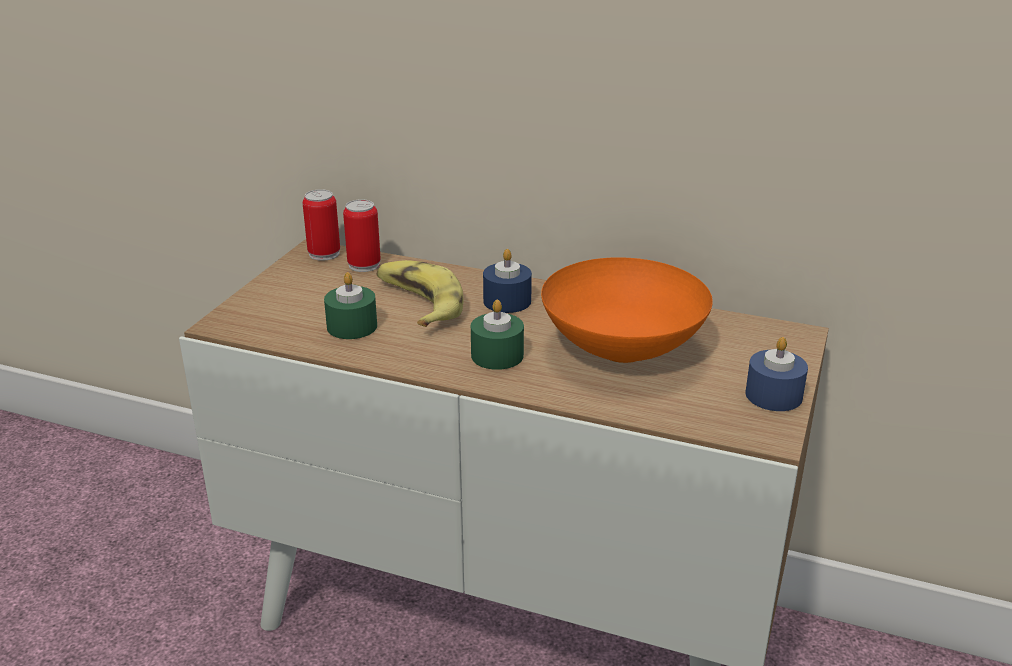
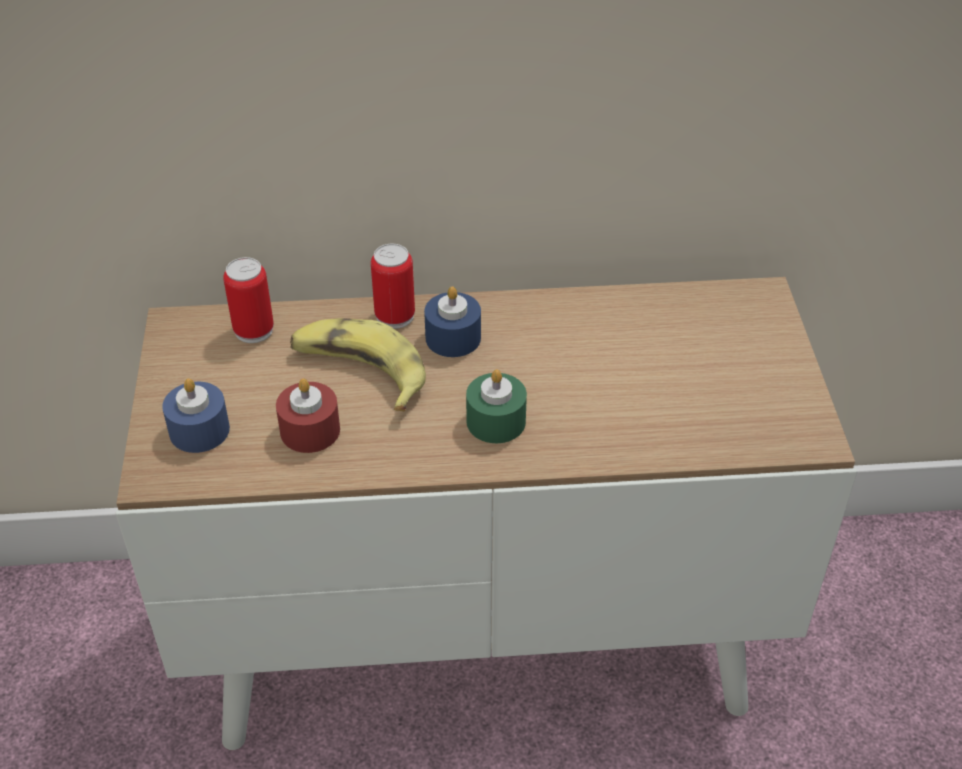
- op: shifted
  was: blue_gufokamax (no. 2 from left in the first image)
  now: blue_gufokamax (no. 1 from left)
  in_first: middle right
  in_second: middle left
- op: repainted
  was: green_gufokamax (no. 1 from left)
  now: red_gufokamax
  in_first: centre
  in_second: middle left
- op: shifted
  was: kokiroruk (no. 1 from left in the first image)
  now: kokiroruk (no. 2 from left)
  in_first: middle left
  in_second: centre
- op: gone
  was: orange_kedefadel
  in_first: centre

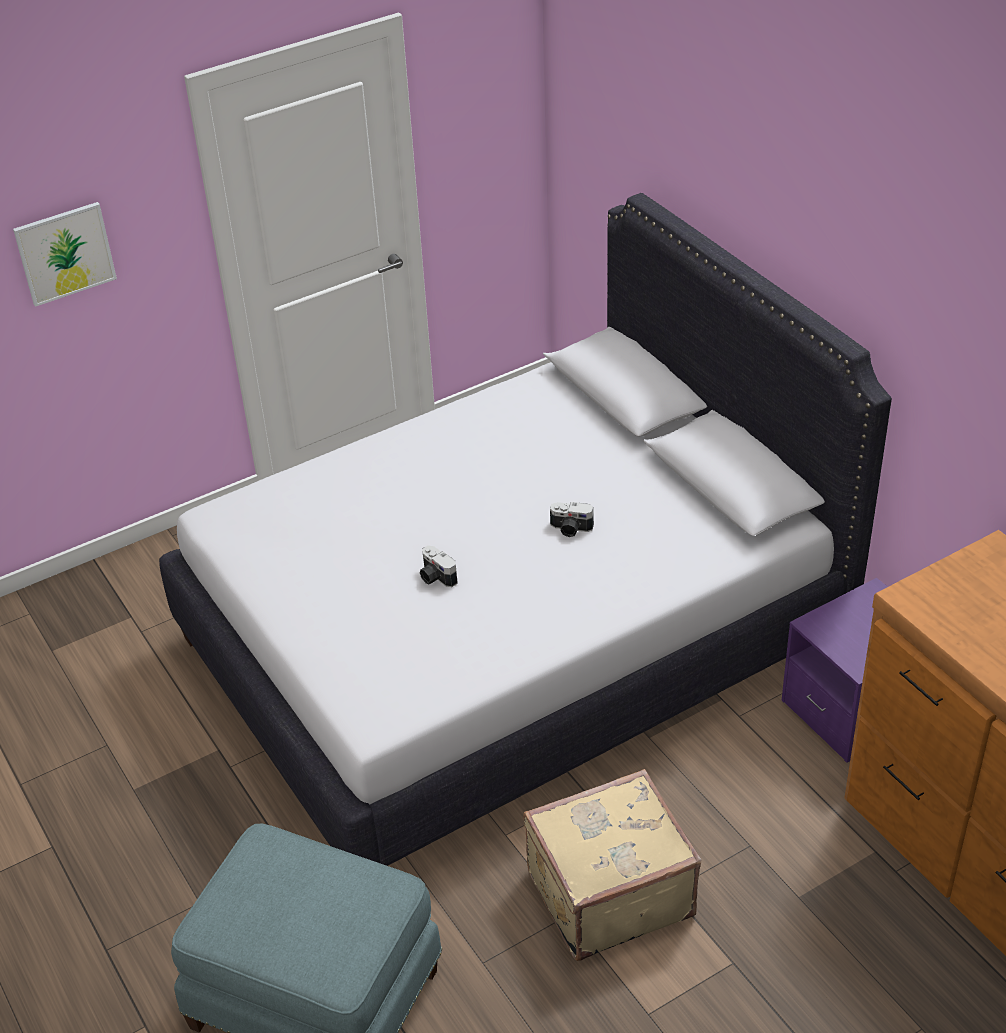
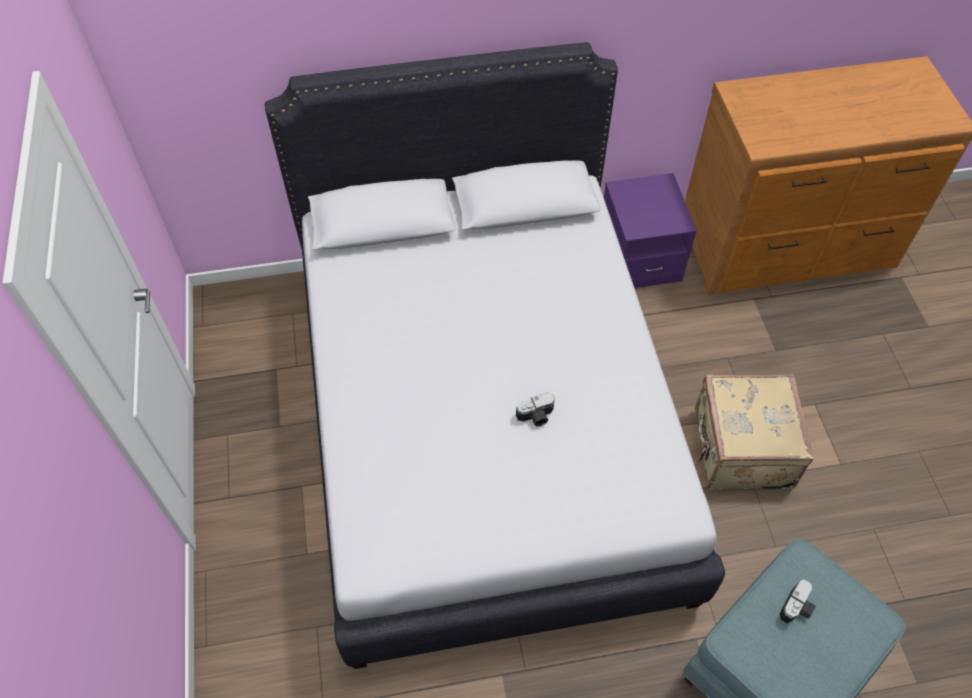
- op: shifted
  was: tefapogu (no. 2 from left)
  in_first: centre
  in_second: bottom right
- op: gone
  was: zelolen
  in_first: top left

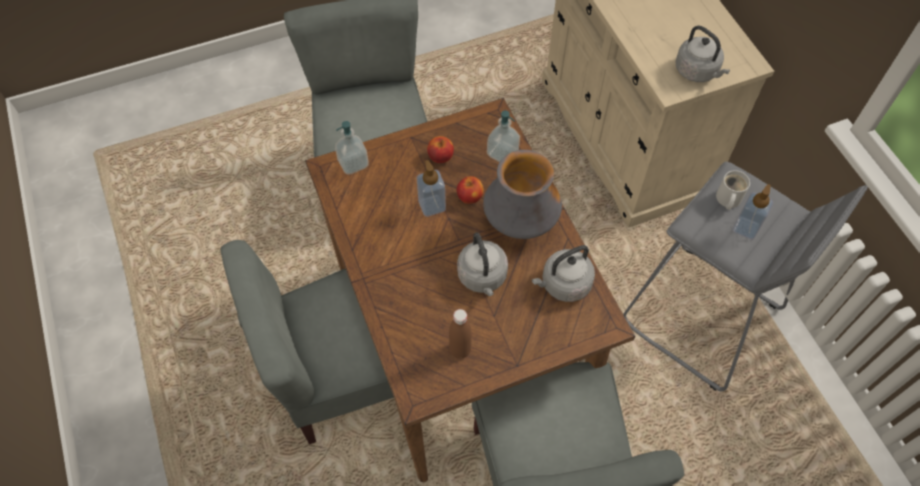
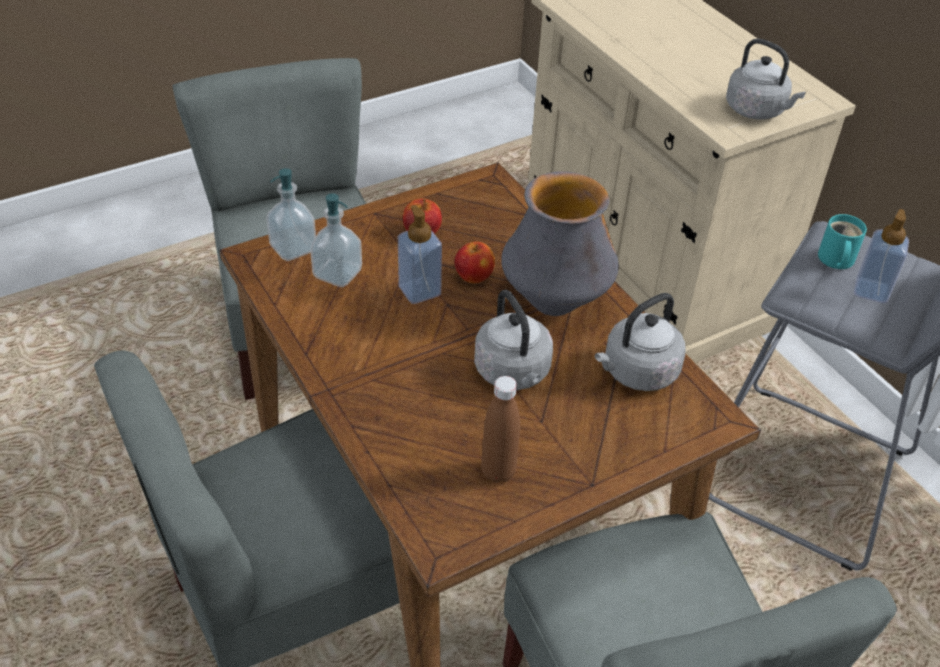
- op: shifted
  was: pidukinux (no. 3 from left in the first image)
  now: pidukinux (no. 2 from left)
  in_first: top centre
  in_second: centre
- op: repainted
  was: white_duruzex
  now: turquoise_duruzex
  in_first: middle right
  in_second: middle right

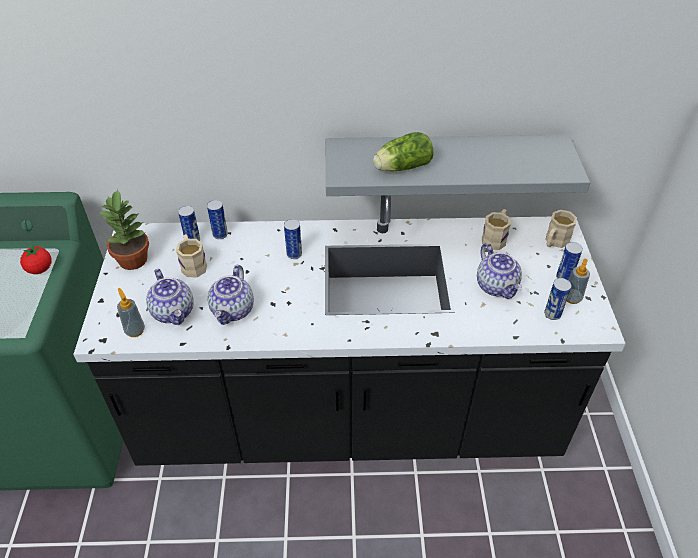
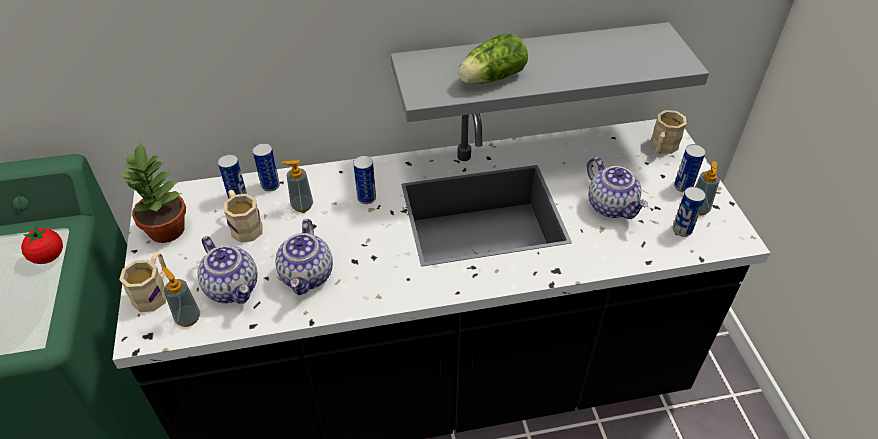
- op: shifted
  was: beige_duruzex (no. 2 from left in the first image)
  now: beige_duruzex (no. 1 from left)
  in_first: middle right
  in_second: middle left
- op: new
  now: pidukinux (no. 2 from left)
  in_second: centre

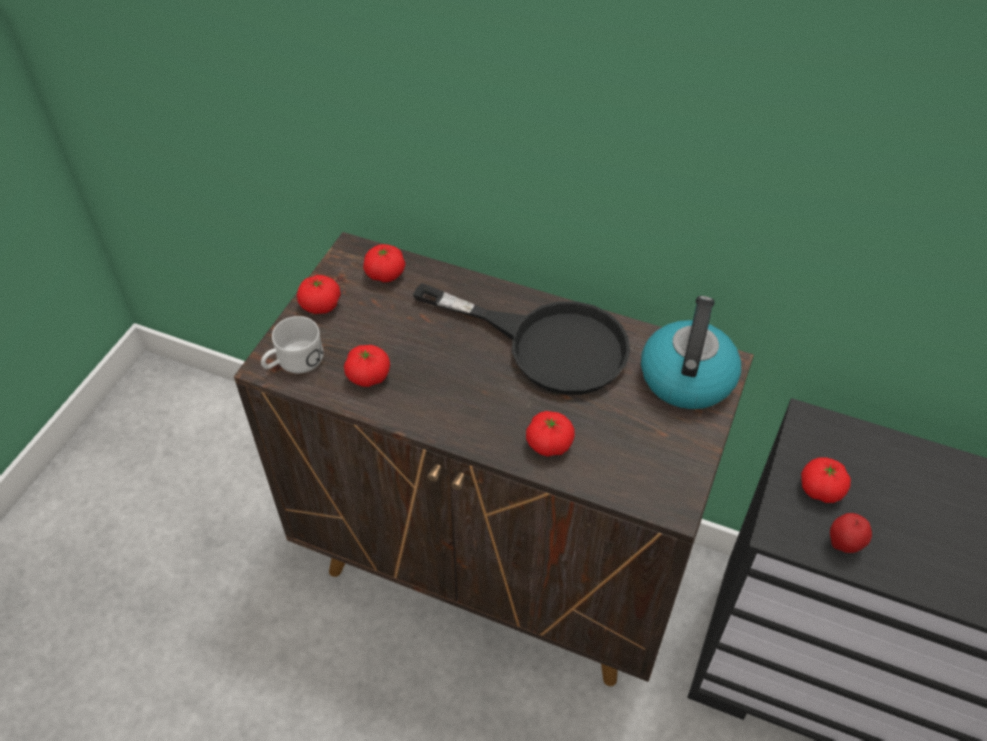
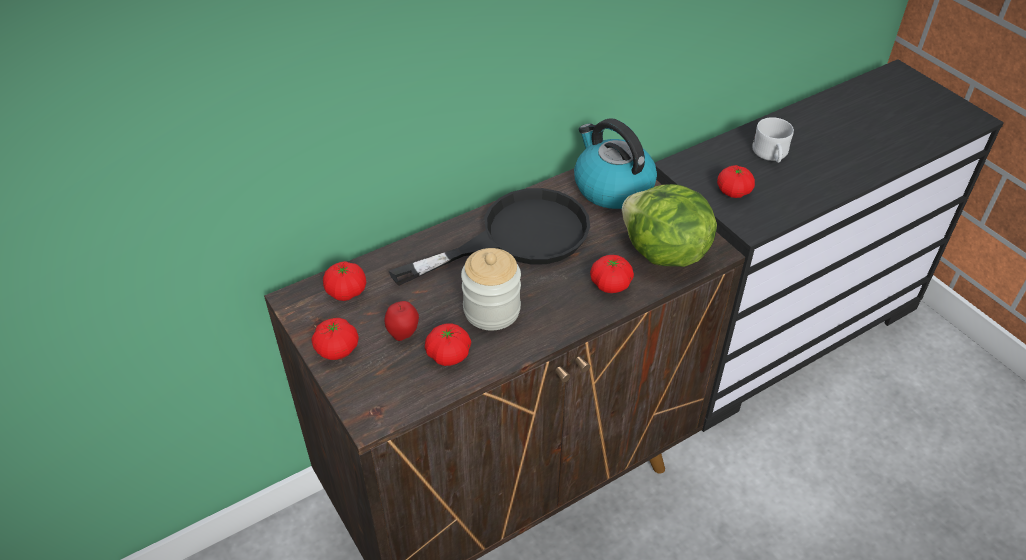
- op: shifted
  was: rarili
  in_first: bottom right
  in_second: centre
- op: new
  now: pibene
  in_second: centre
- op: new
  now: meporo
  in_second: centre
- op: shifted
  was: white_duruzex
  in_first: middle left
  in_second: top right

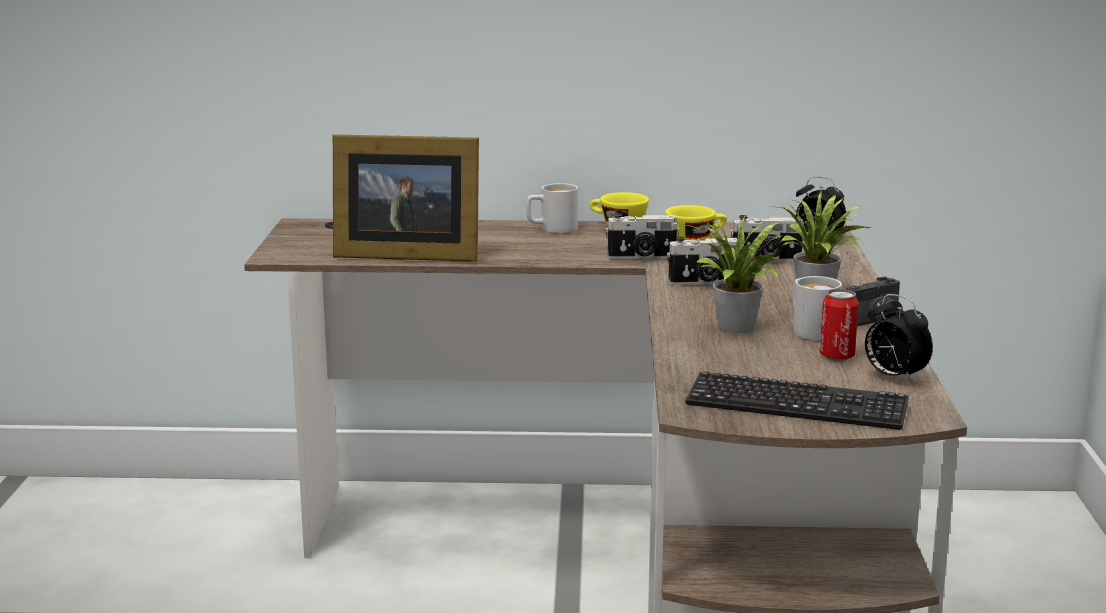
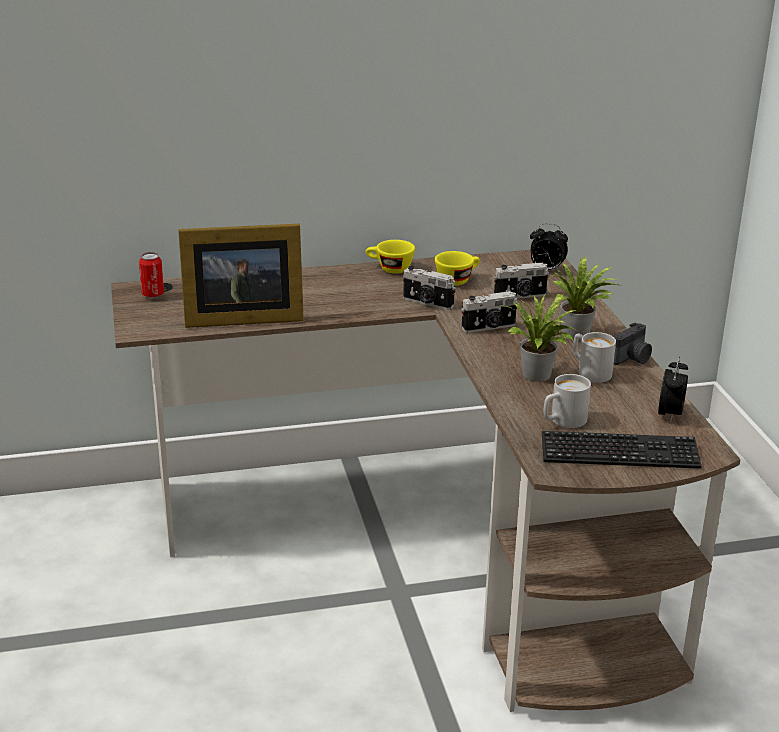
- op: shifted
  was: kokiroruk
  in_first: middle right
  in_second: middle left
- op: rotated
  was: tefapogu (no. 1 from left)
  in_first: centre
  in_second: centre
  clockwise: 45
- op: shifted
  was: white_duruzex (no. 1 from left)
  in_first: centre
  in_second: middle right
- op: rotated
  was: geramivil (no. 2 from left)
  in_first: middle right
  in_second: middle right
  clockwise: -105

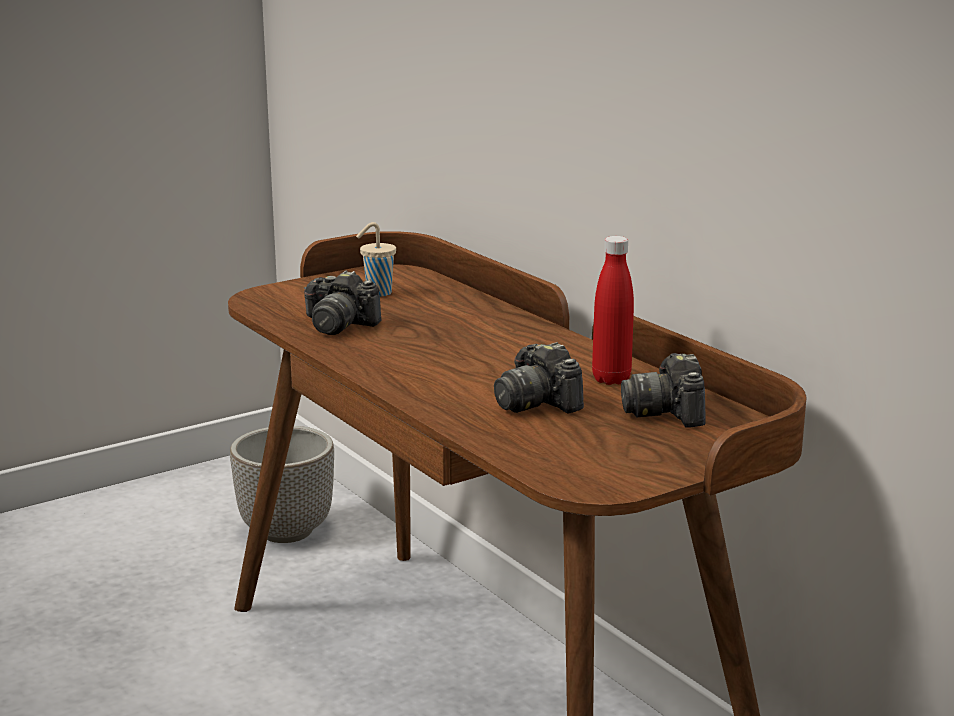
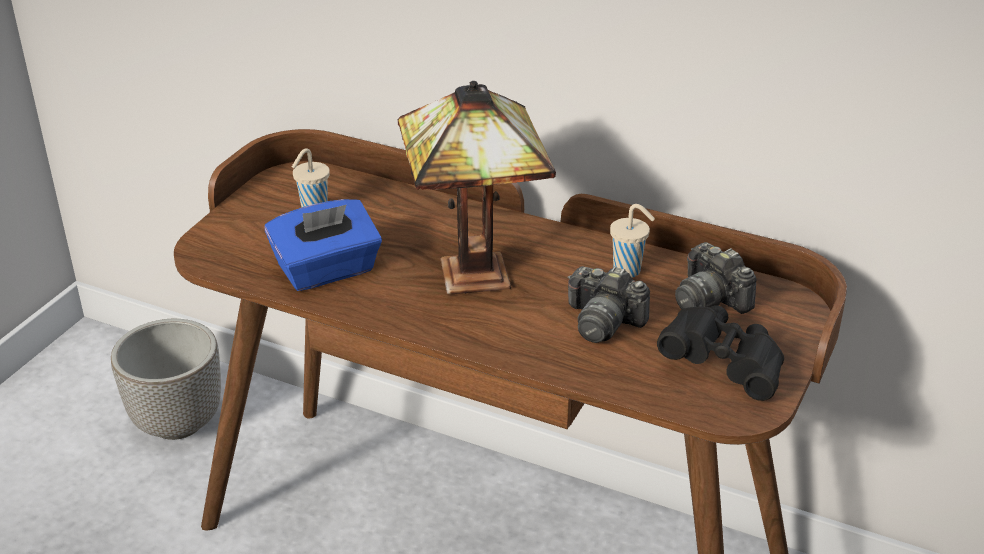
- op: swapped
  was: tefapogu (no. 1 from left)
  now: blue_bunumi
  in_first: centre
  in_second: middle left
- op: new
  now: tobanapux
  in_second: centre
- op: swapped
  was: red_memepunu
  now: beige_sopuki (no. 2 from left)
  in_first: centre
  in_second: centre
- op: new
  now: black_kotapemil
  in_second: middle right

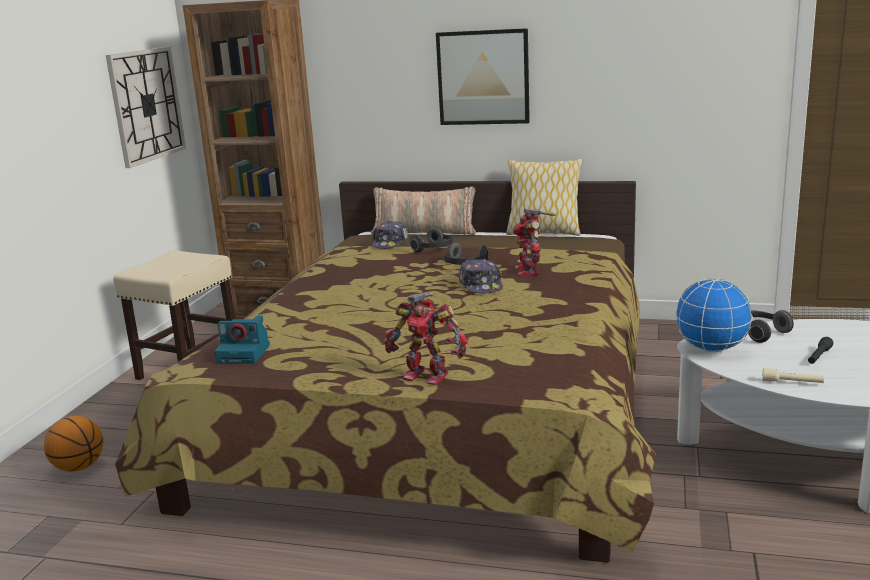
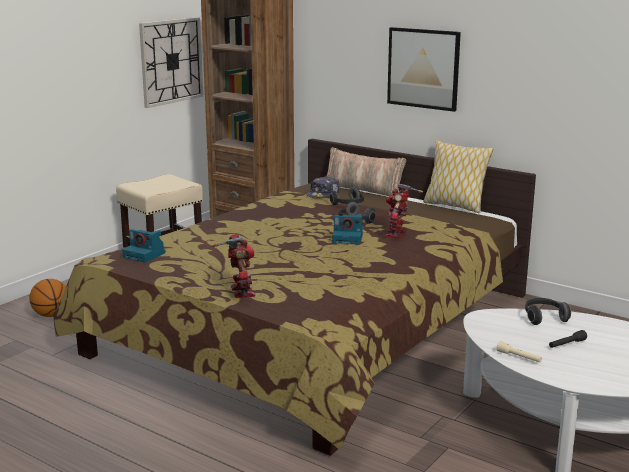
- op: rotated
  was: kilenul (no. 1 from left)
  in_first: centre
  in_second: centre
  clockwise: -150
- op: swapped
  was: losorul (no. 2 from left)
  now: tefapogu (no. 2 from left)
  in_first: centre
  in_second: centre
- op: gone
  was: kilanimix
  in_first: middle right

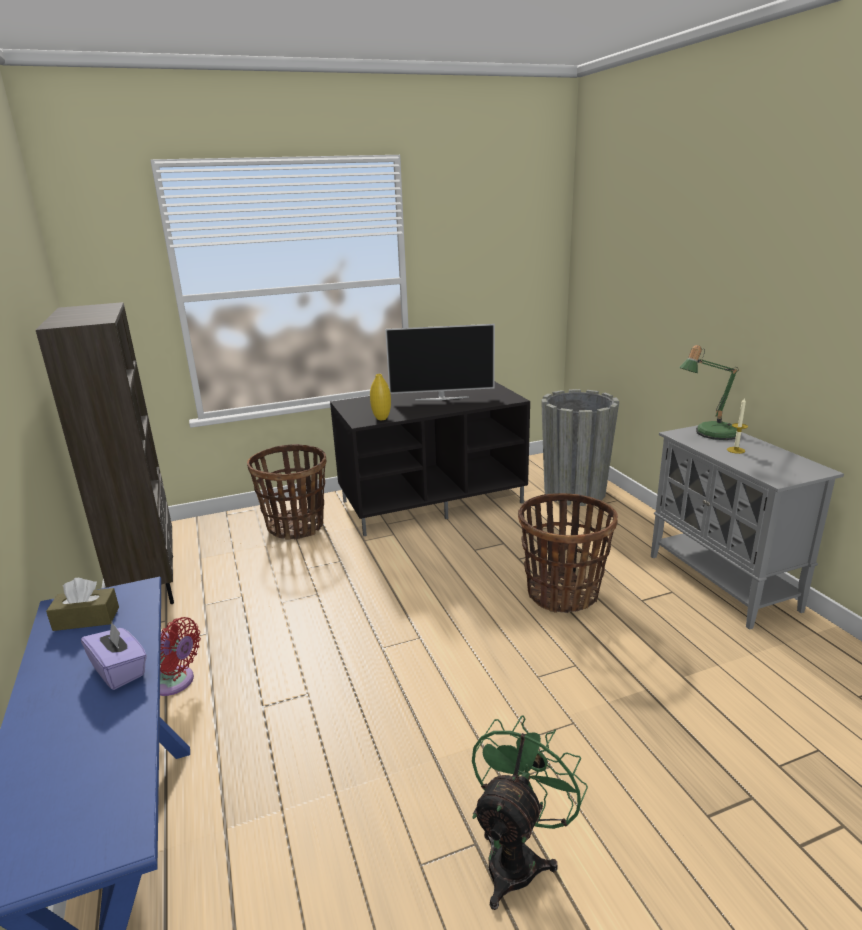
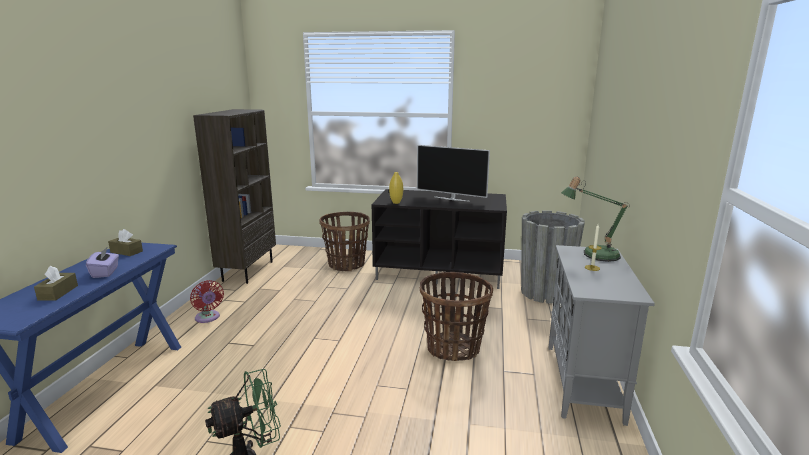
- op: new
  now: brown_bunumi (no. 1 from left)
  in_second: middle left

